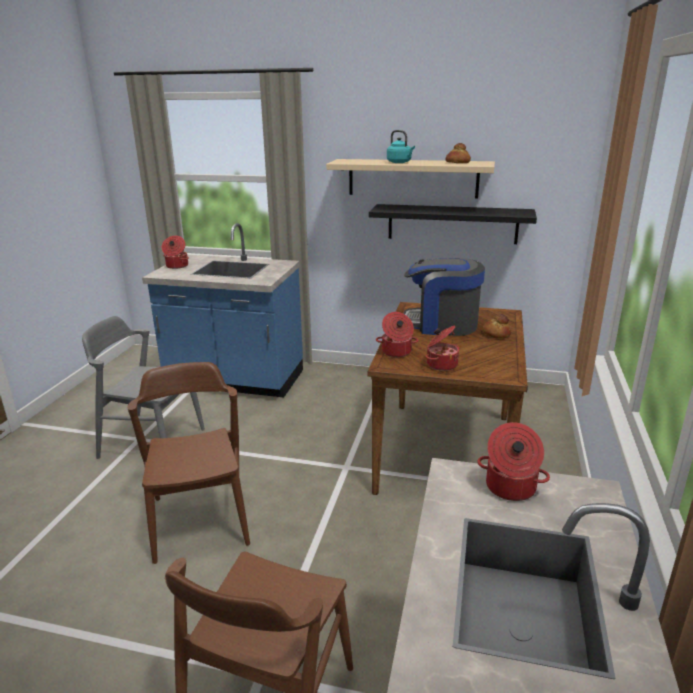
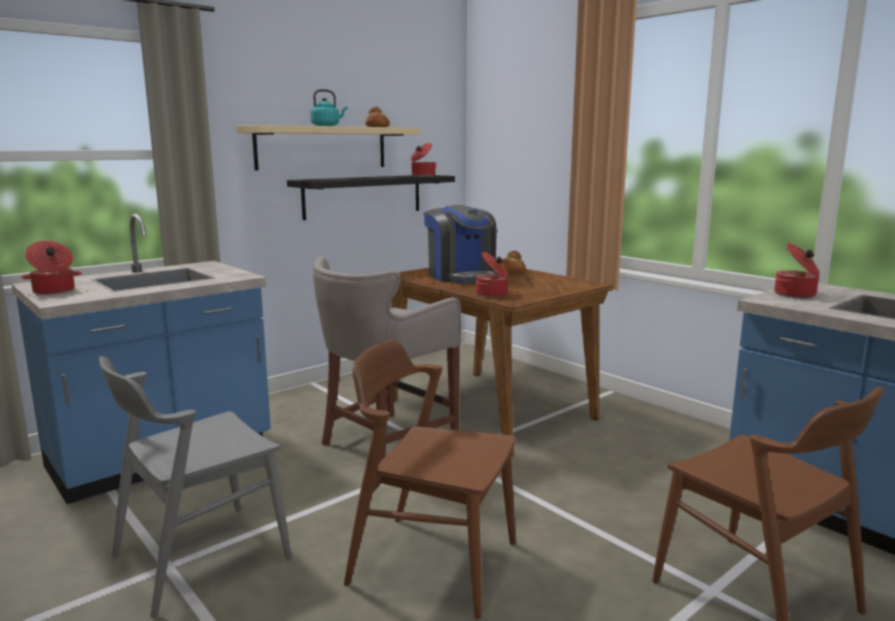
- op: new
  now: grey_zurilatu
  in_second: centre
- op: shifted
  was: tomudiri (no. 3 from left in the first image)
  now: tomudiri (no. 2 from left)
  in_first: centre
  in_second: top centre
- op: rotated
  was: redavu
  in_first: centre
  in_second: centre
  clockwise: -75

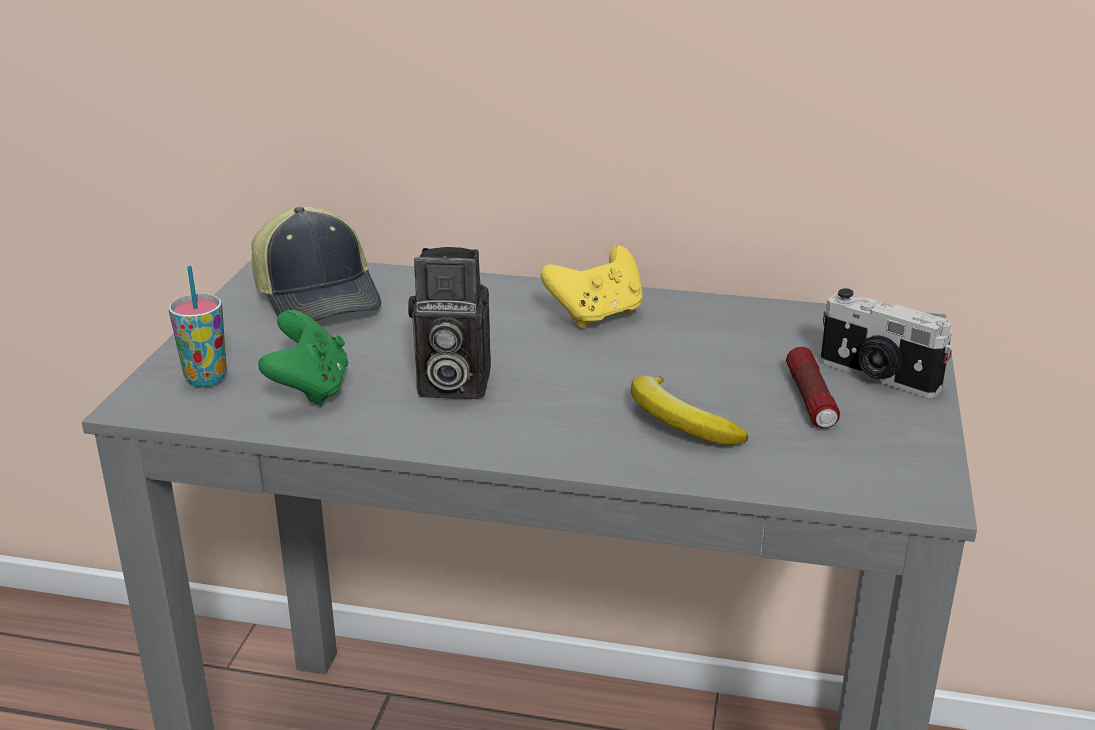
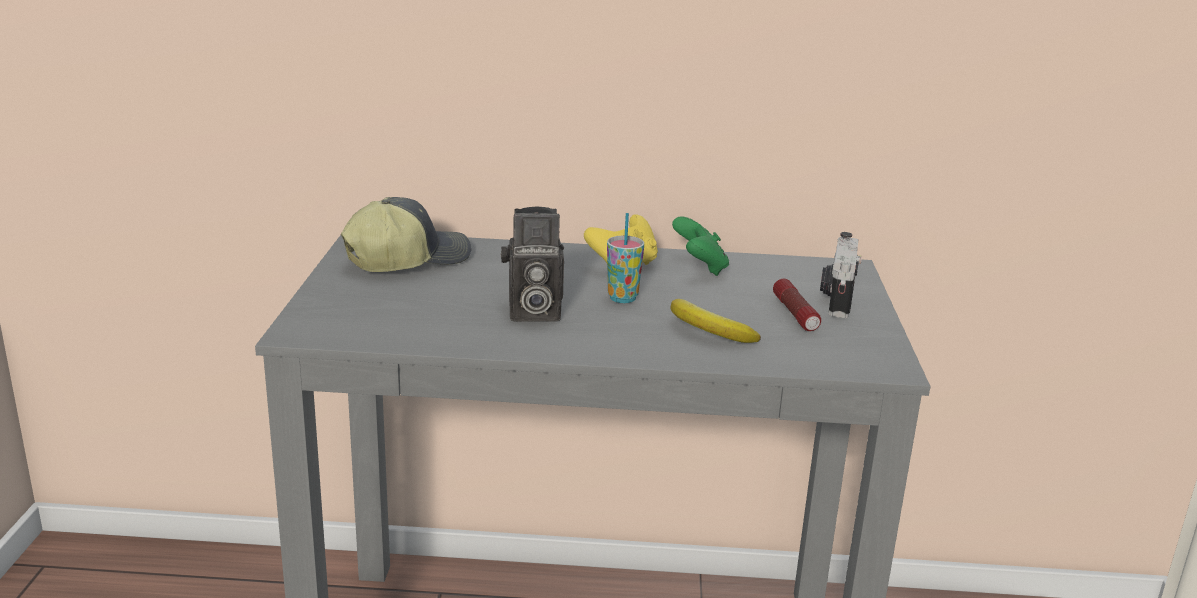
- op: rotated
  was: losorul
  in_first: middle left
  in_second: centre
  clockwise: -90
- op: shifted
  was: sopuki
  in_first: middle left
  in_second: centre
- op: shifted
  was: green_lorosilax
  in_first: middle left
  in_second: centre
- op: rotated
  was: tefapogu (no. 2 from left)
  in_first: middle right
  in_second: middle right
  clockwise: 75

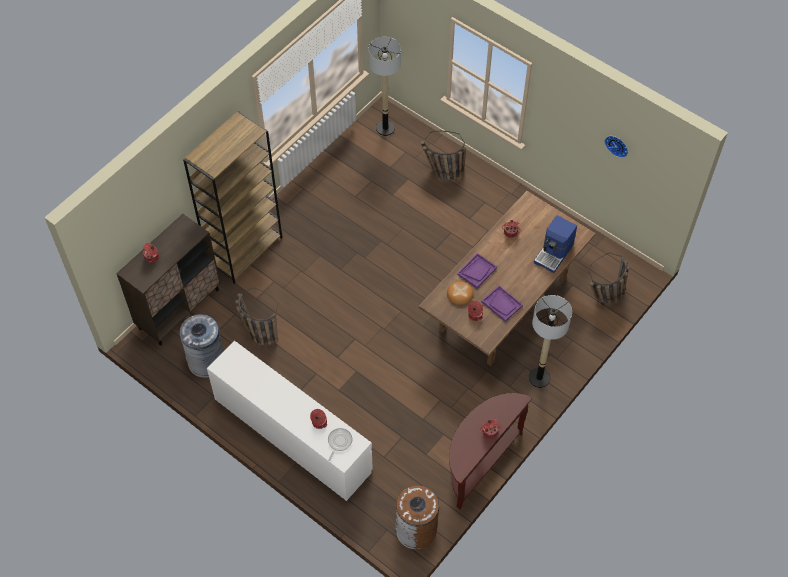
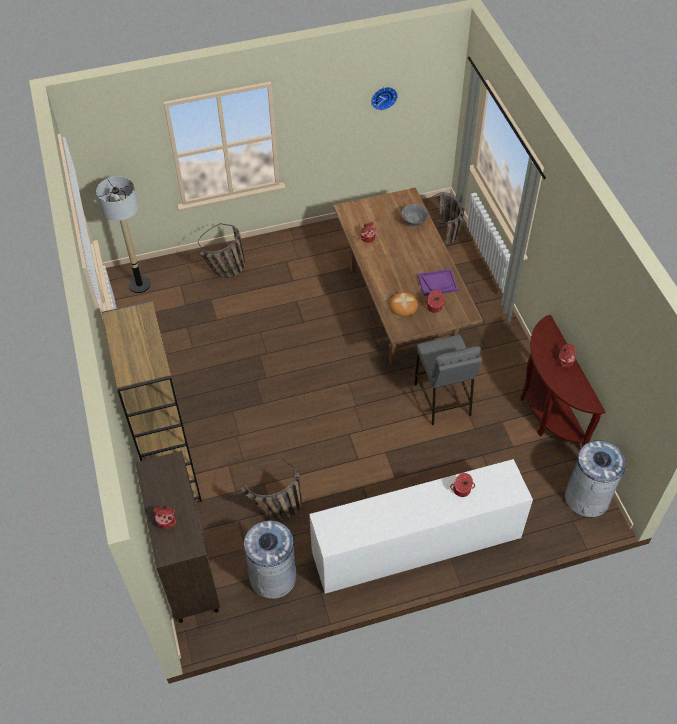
- op: swapped
  was: redavu
  now: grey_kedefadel
  in_first: middle right
  in_second: top centre
- op: new
  now: grey_zurilatu
  in_second: centre
- op: repainted
  was: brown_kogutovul
  now: grey_kogutovul (no. 2 from left)
  in_first: bottom centre
  in_second: middle right
- op: gone
  was: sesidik
  in_first: bottom centre
- op: gone
  was: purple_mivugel (no. 1 from left)
  in_first: centre
- op: gone
  was: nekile (no. 2 from left)
  in_first: middle right

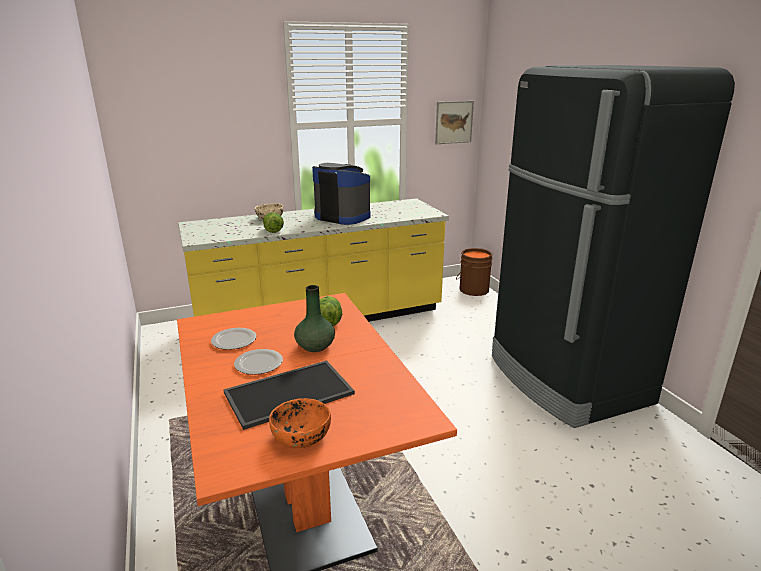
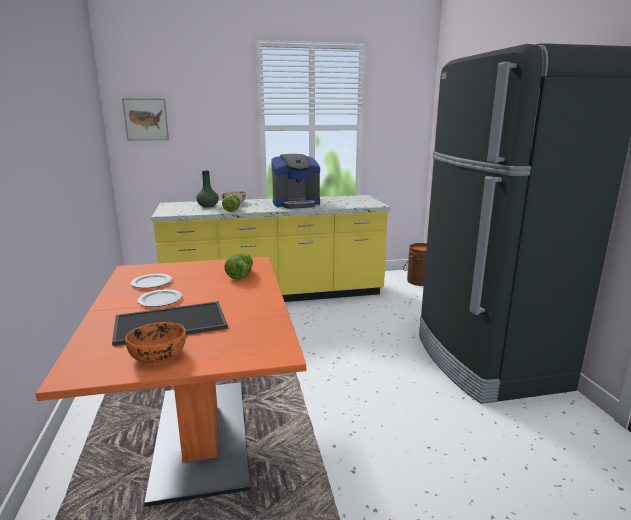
- op: shifted
  was: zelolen
  in_first: top centre
  in_second: top left
- op: shifted
  was: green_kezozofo
  in_first: centre
  in_second: middle left
- op: rotated
  was: redavu
  in_first: centre
  in_second: centre
  clockwise: 120

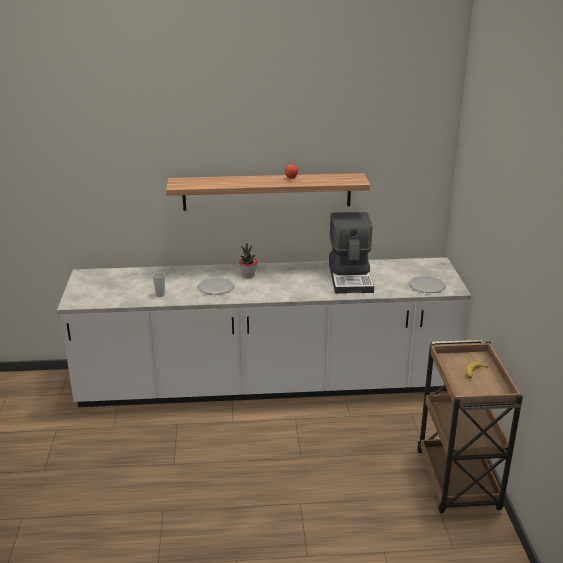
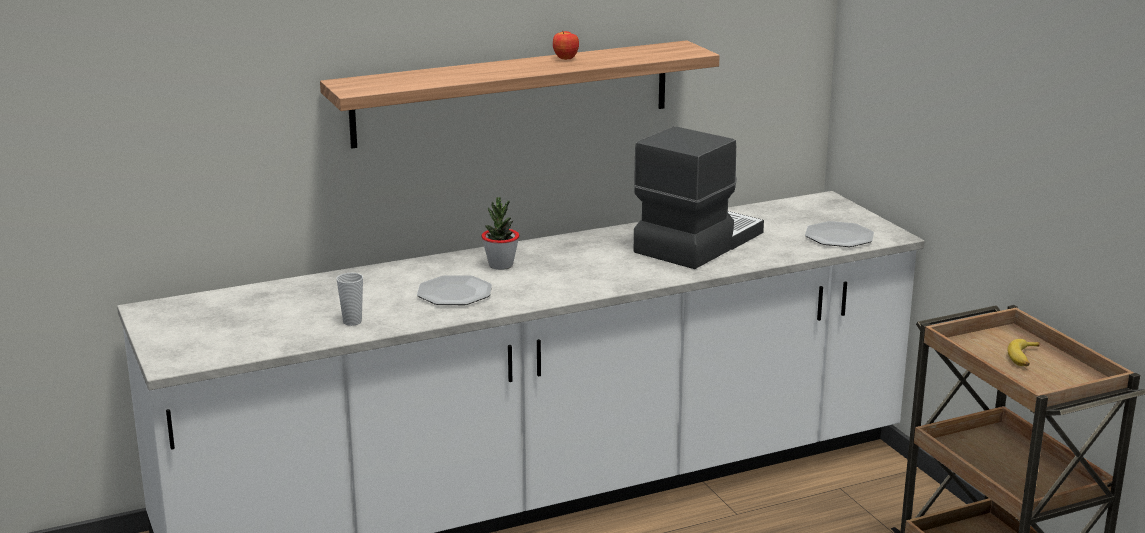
- op: rotated
  was: redavu
  in_first: centre
  in_second: centre
  clockwise: -120

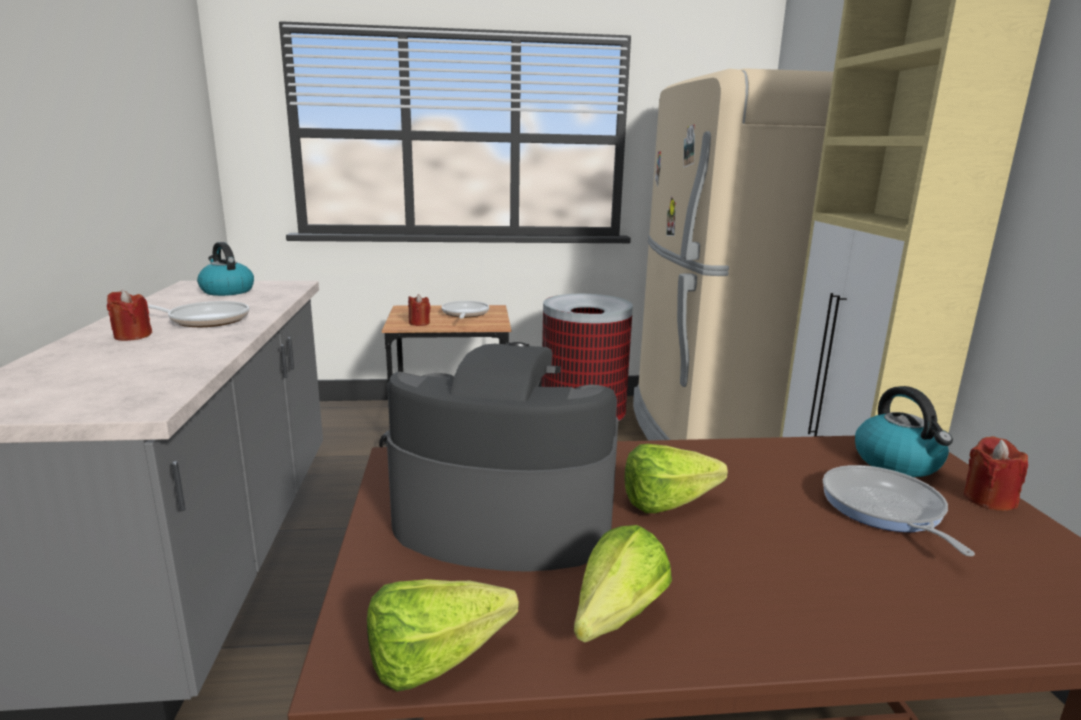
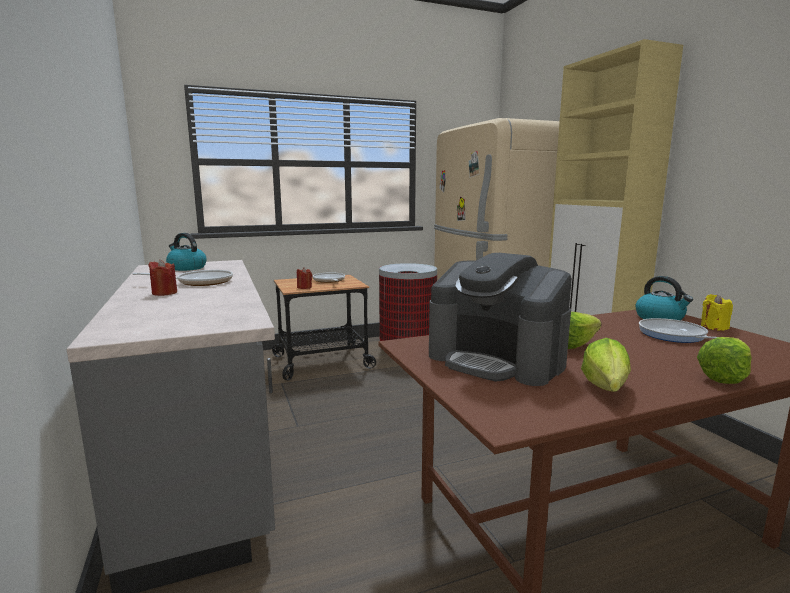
- op: rotated
  was: redavu
  in_first: centre
  in_second: centre
  clockwise: -135
- op: shifted
  was: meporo (no. 1 from left in the first image)
  now: meporo (no. 3 from left)
  in_first: bottom centre
  in_second: middle right
- op: repainted
  was: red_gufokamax (no. 3 from left)
  now: yellow_gufokamax
  in_first: middle right
  in_second: middle right

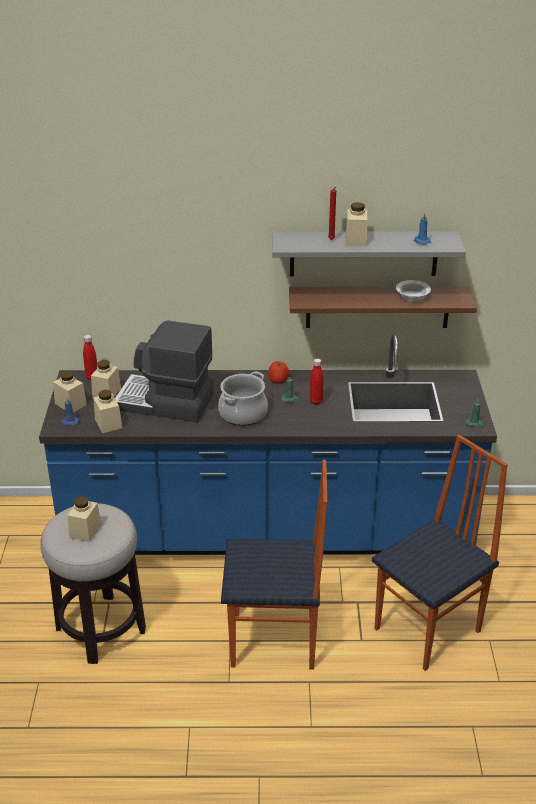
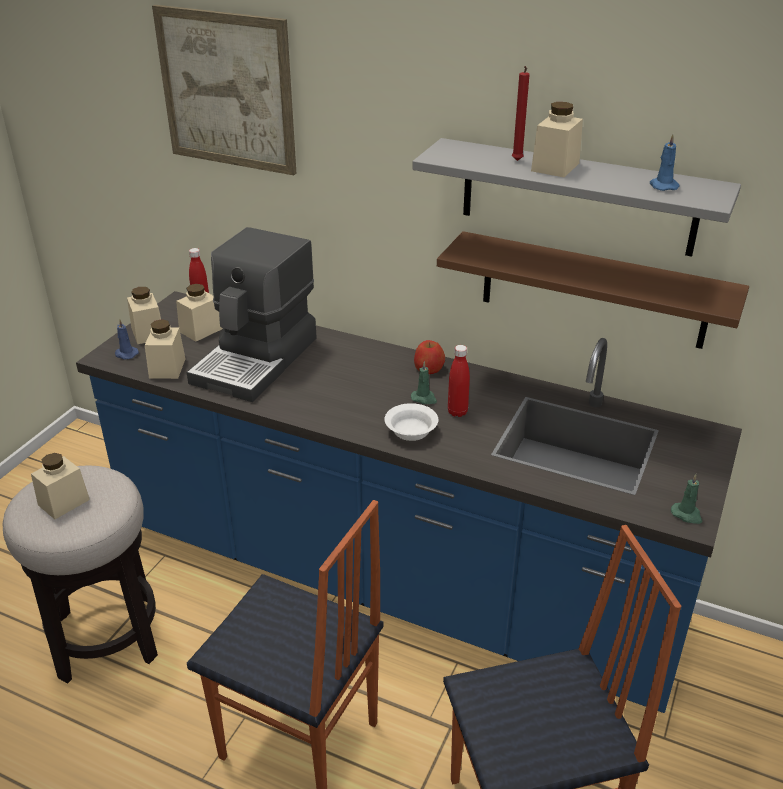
- op: new
  now: zelolen
  in_second: top left
- op: rotated
  was: redavu
  in_first: middle left
  in_second: middle left
  clockwise: -105
- op: shifted
  was: white_kedefadel
  in_first: middle right
  in_second: centre
- op: gone
  was: tomudiri
  in_first: centre

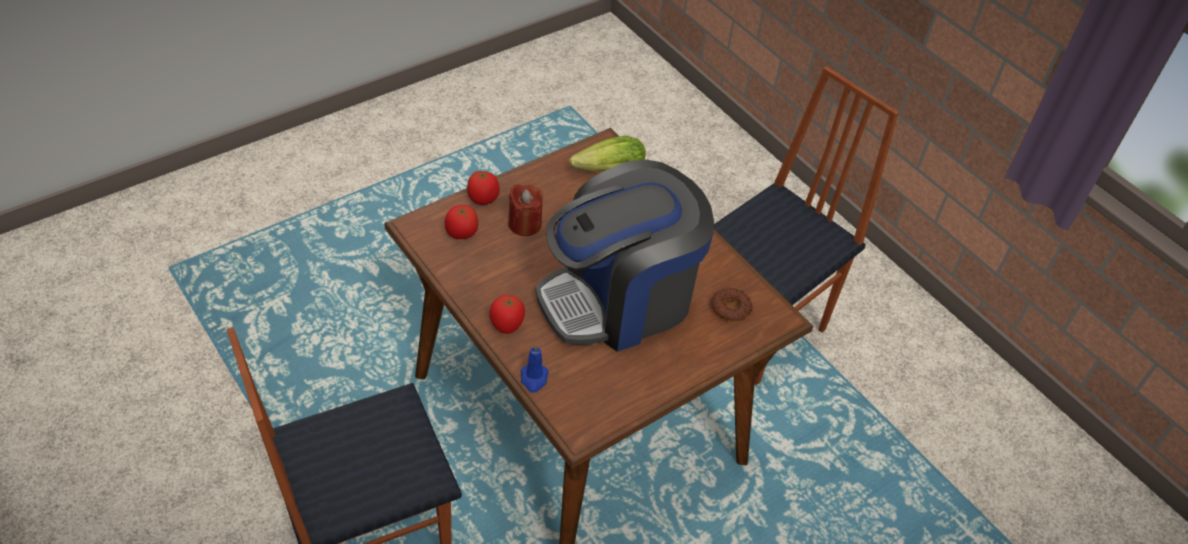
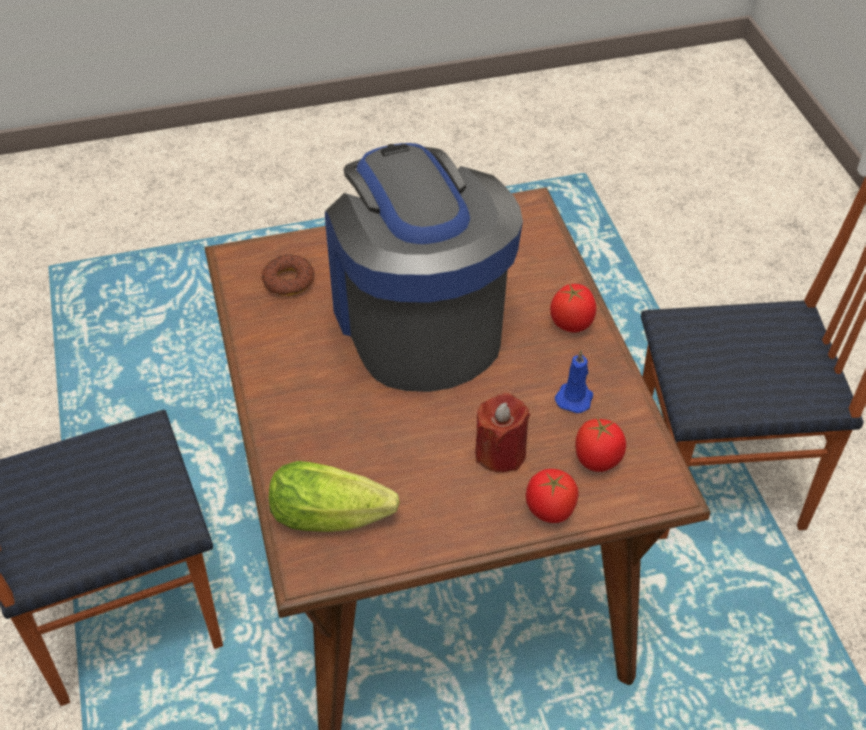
- op: rotated
  was: redavu
  in_first: centre
  in_second: centre
  clockwise: -105
- op: shifted
  was: blue_gufokamax
  in_first: bottom centre
  in_second: centre

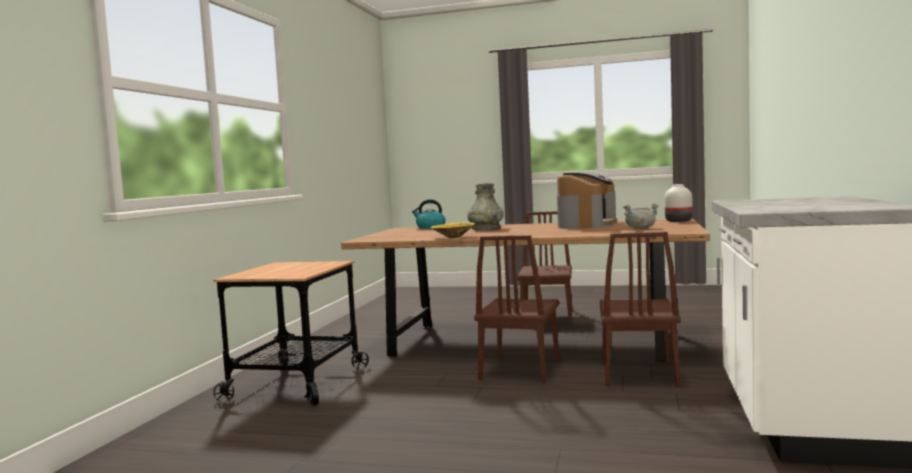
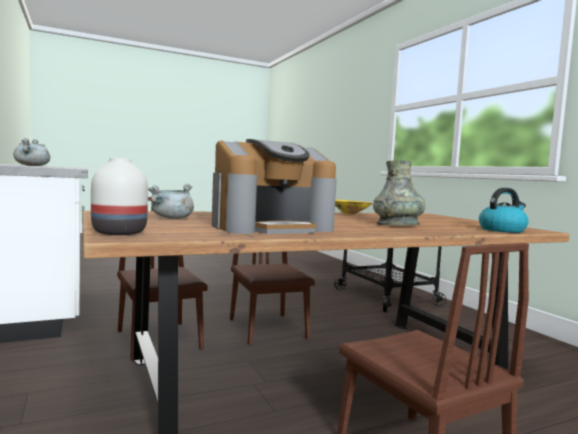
- op: new
  now: grey_tomudiri (no. 1 from left)
  in_second: middle left
- op: rotated
  was: redavu
  in_first: centre
  in_second: centre
  clockwise: -105

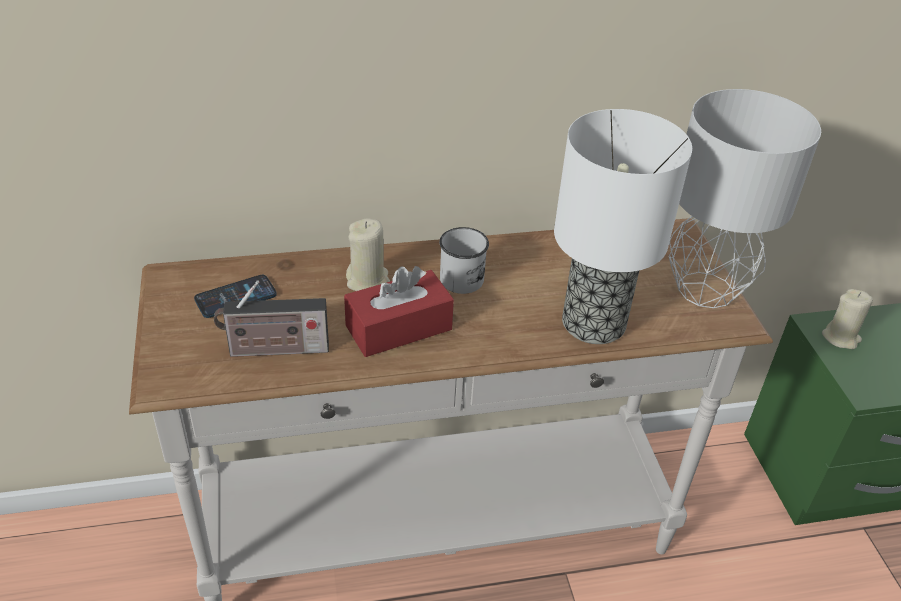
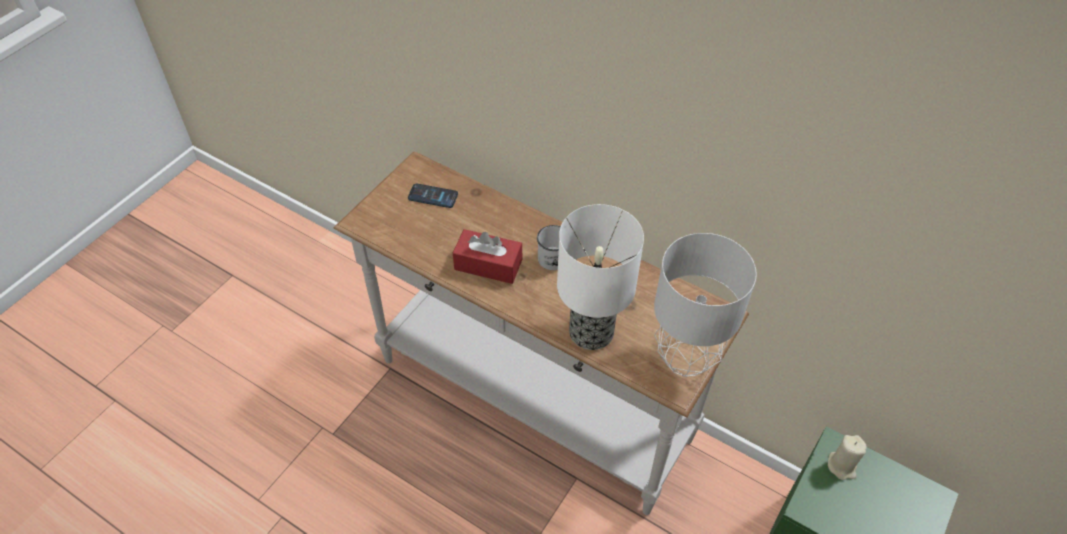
- op: gone
  was: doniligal
  in_first: middle left
- op: gone
  was: beige_gufokamax (no. 1 from left)
  in_first: centre

